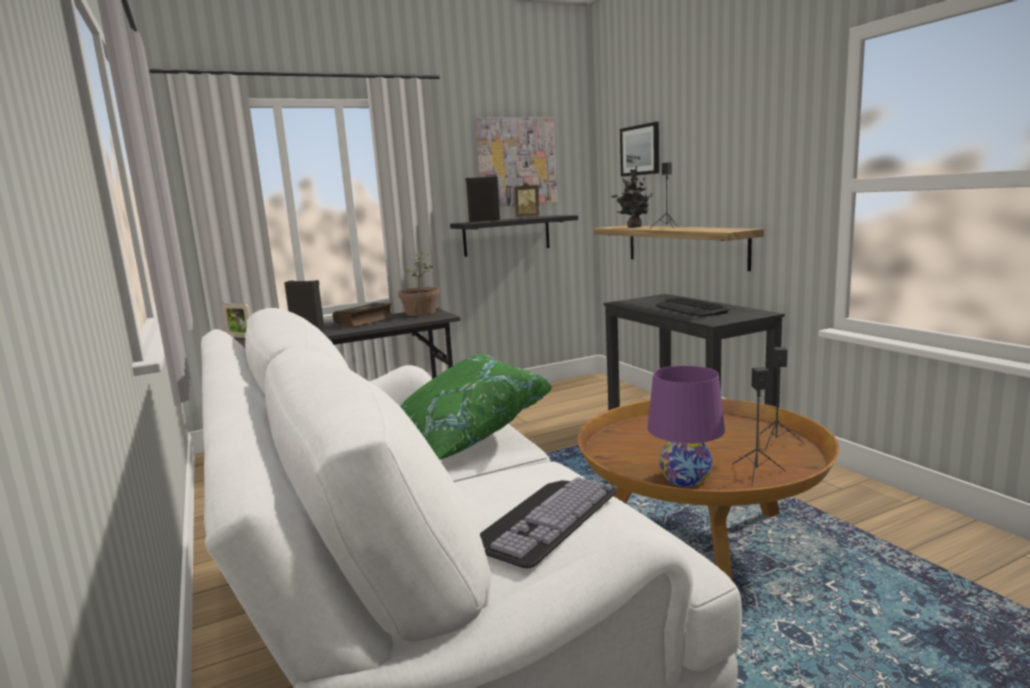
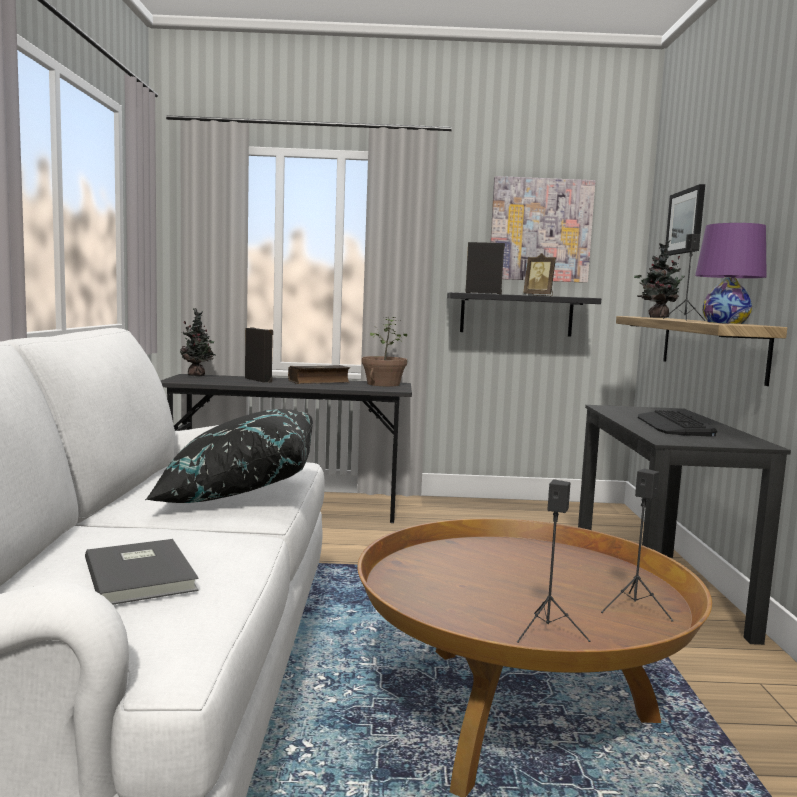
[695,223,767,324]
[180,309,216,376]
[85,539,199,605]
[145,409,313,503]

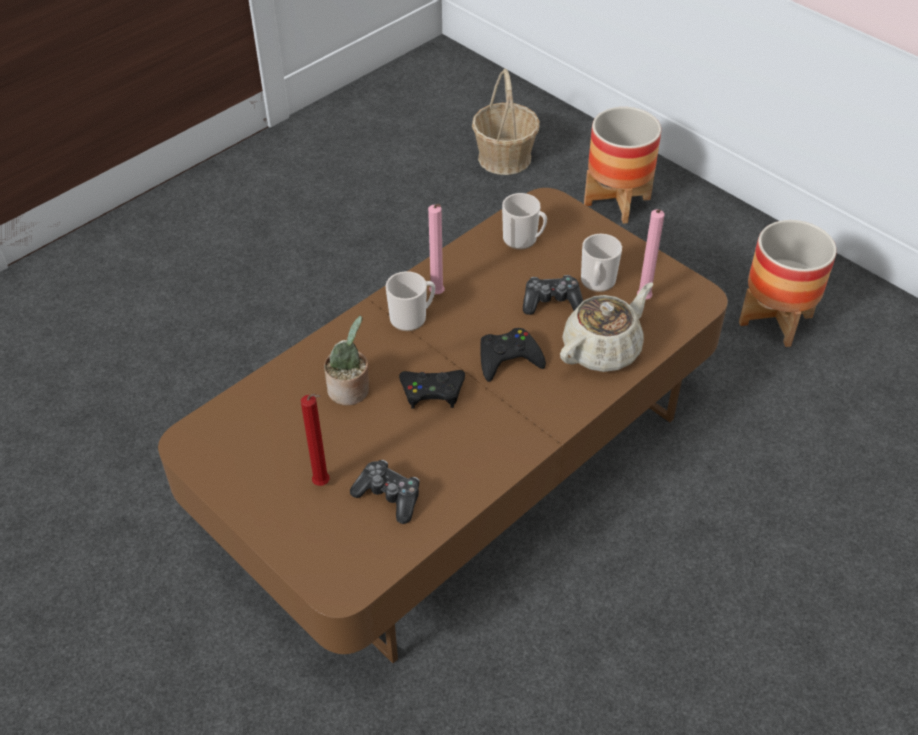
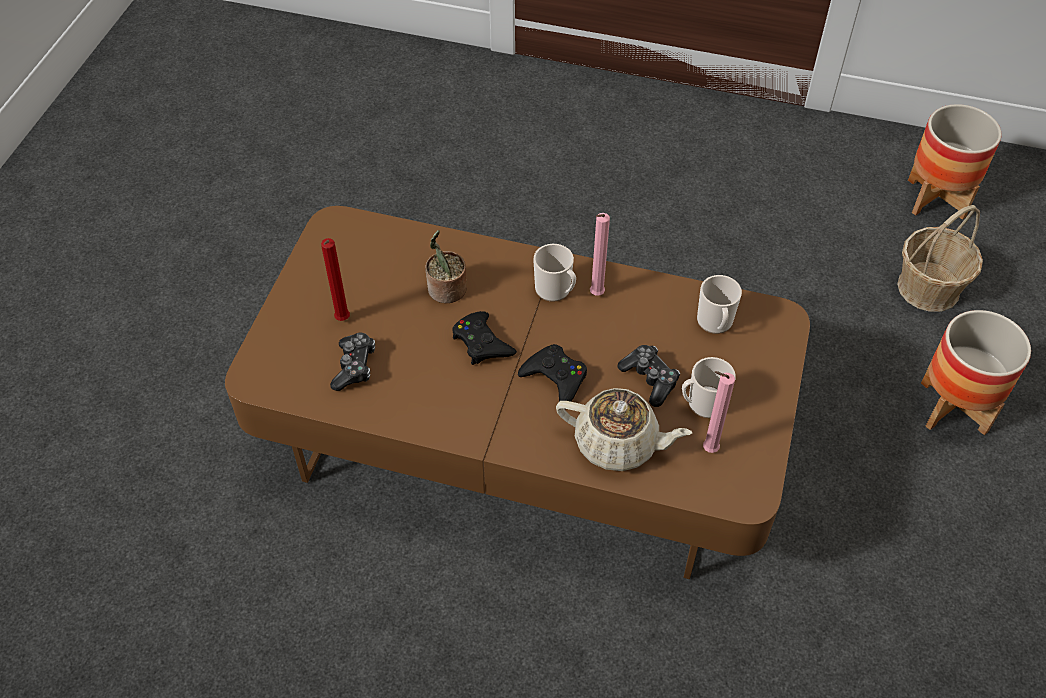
[908,104,1001,220]

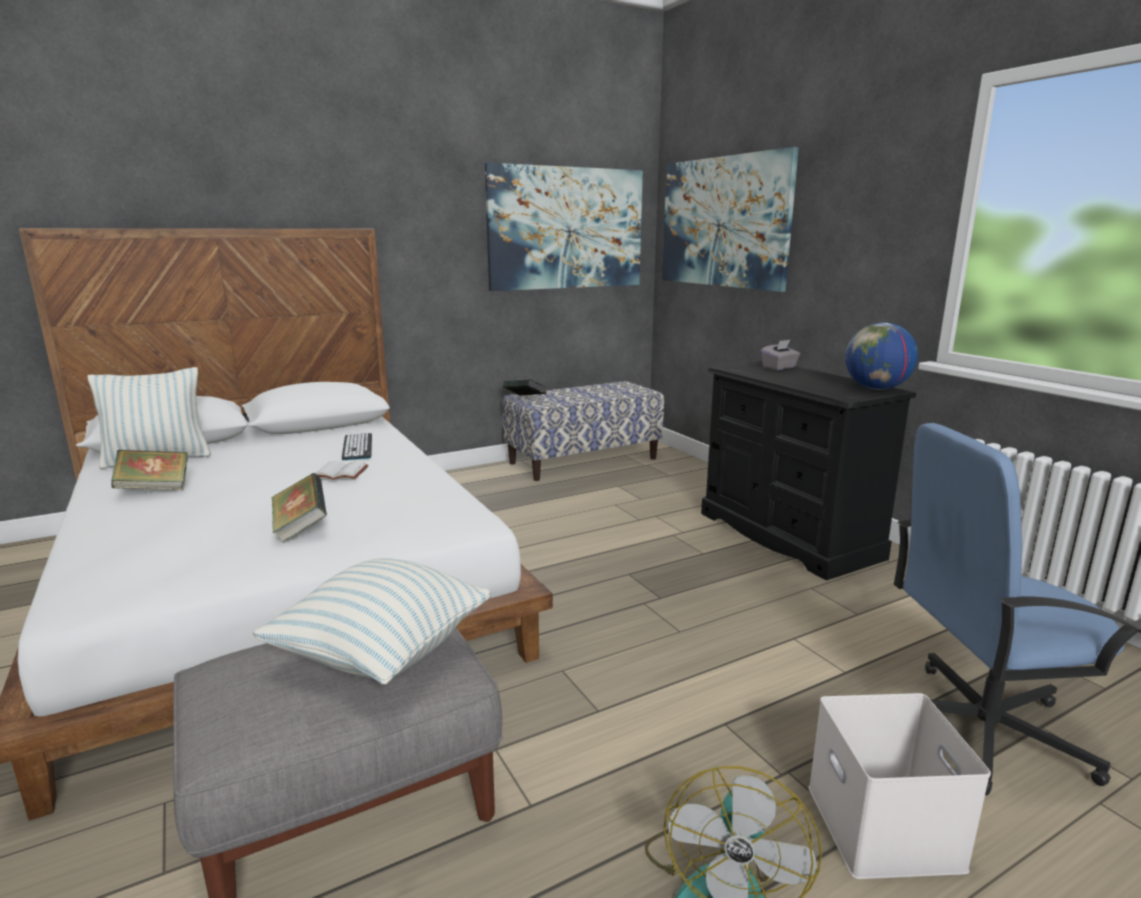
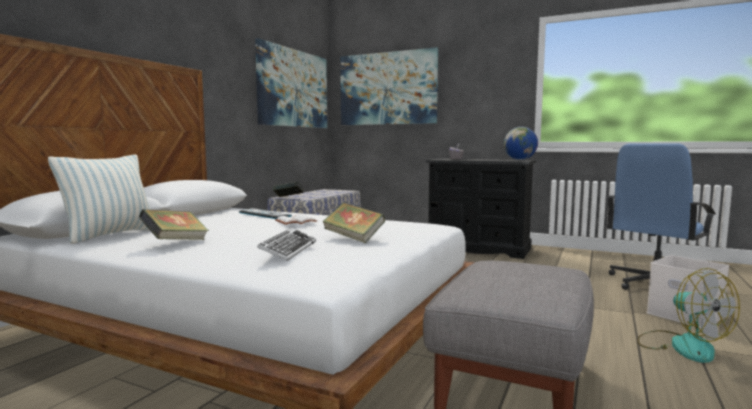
[253,558,491,684] (first image)
[257,228,316,261]

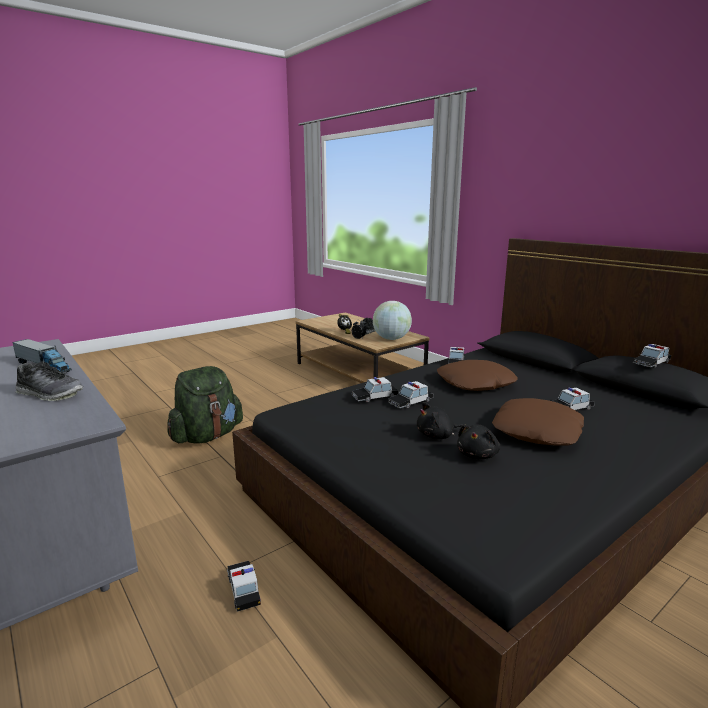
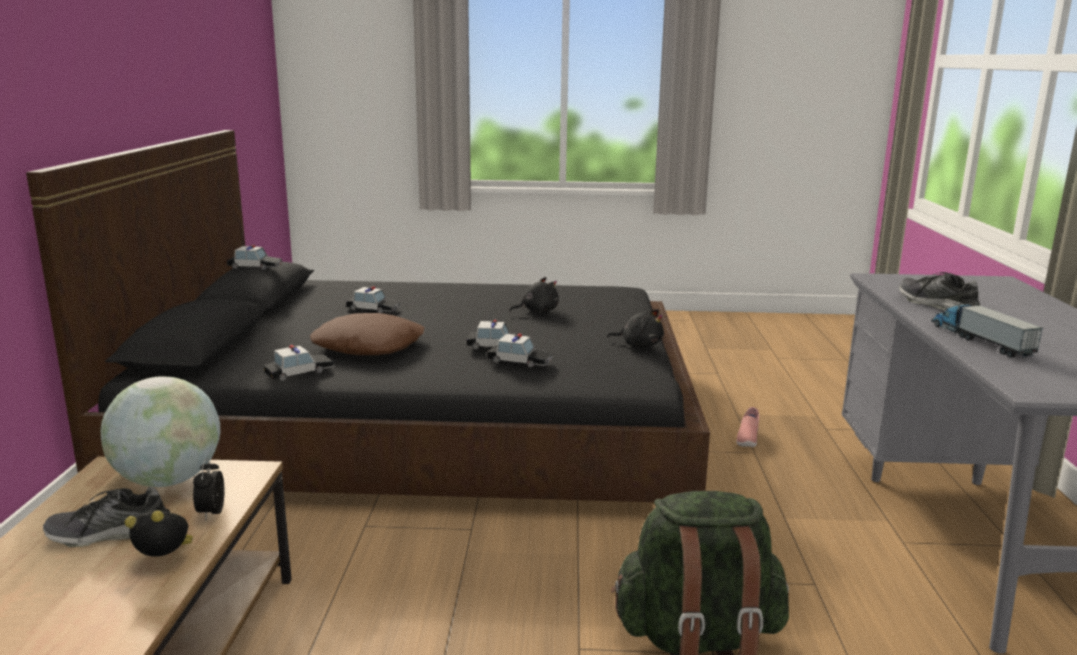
[492,398,584,446] (first image)
[607,309,664,347]
[736,407,759,447]

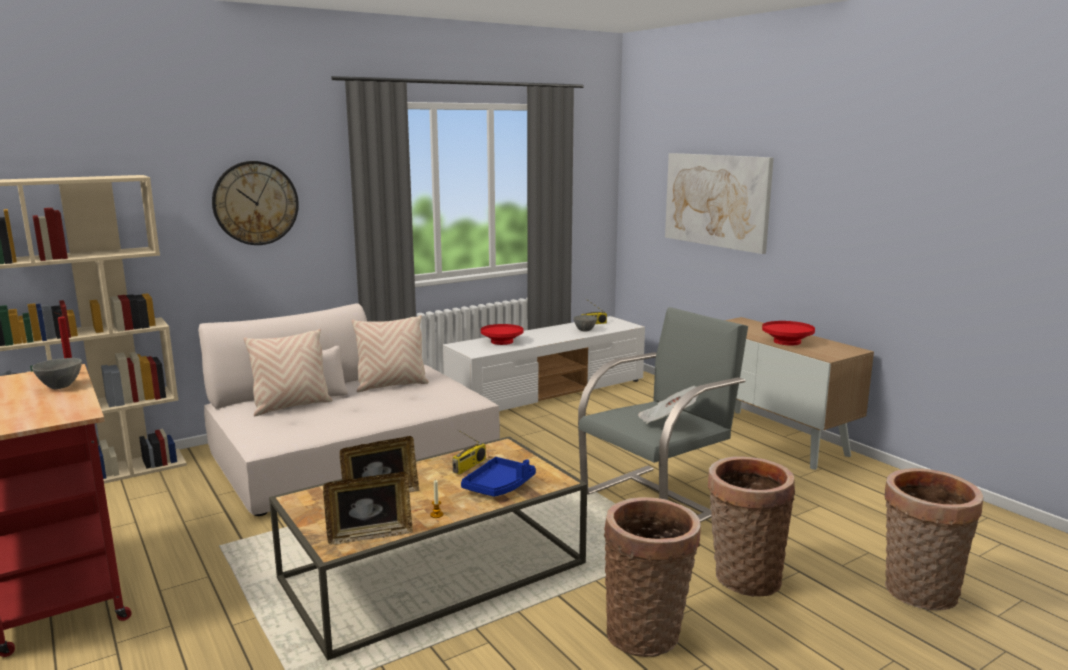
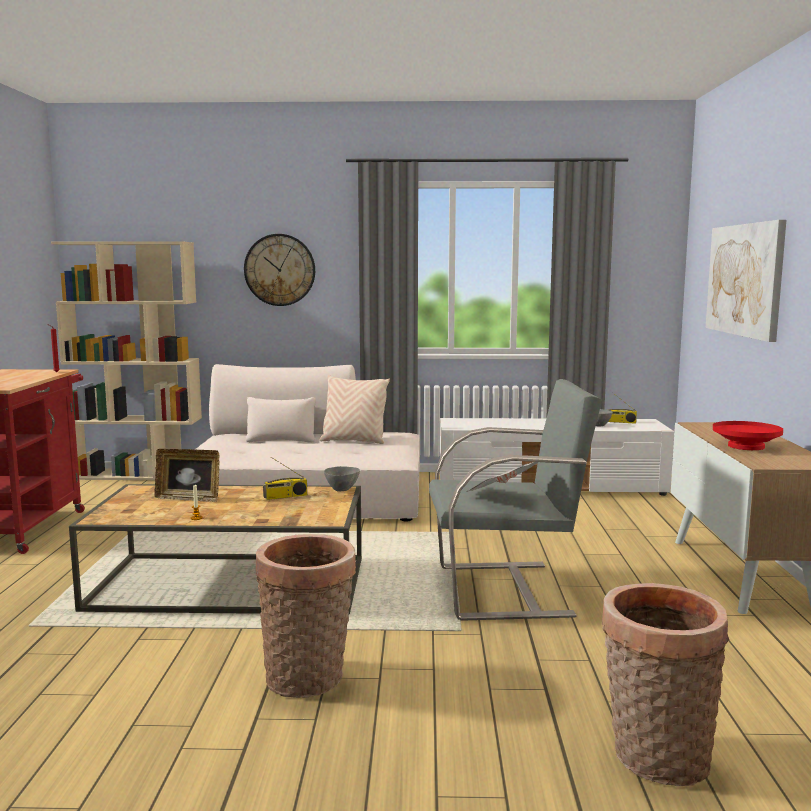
[243,329,332,416] (first image)
[323,472,413,545] (first image)
[461,457,536,497] (first image)
[481,324,523,345] (first image)
[708,456,795,597] (first image)
[324,466,360,491]

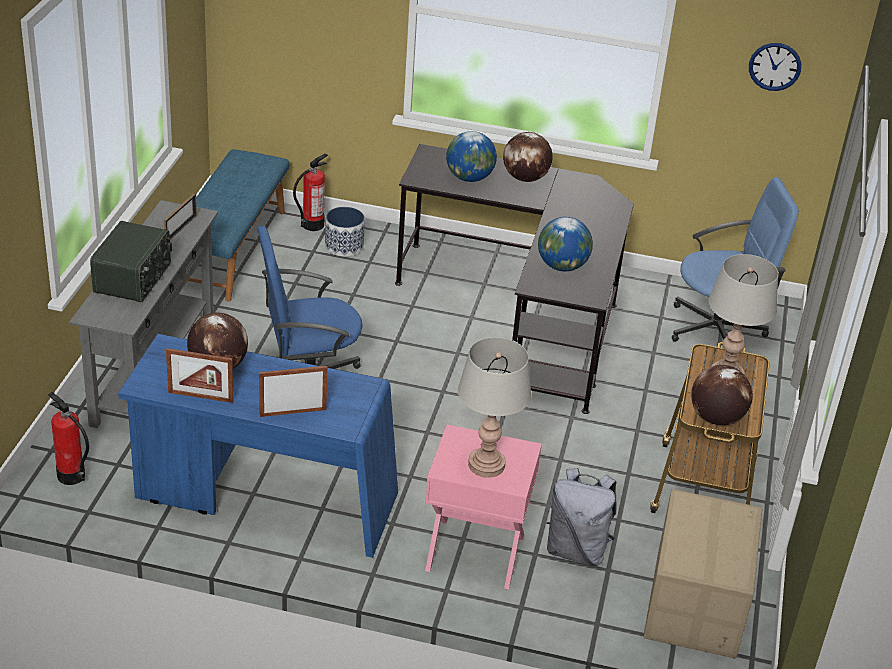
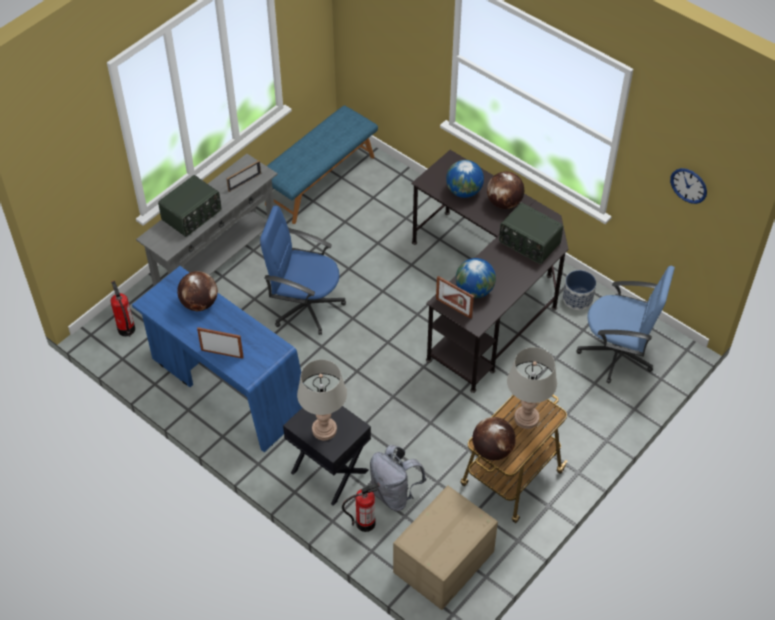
[499,203,563,264]
[436,276,474,319]
[342,483,379,532]
[563,270,596,310]
[283,406,371,505]

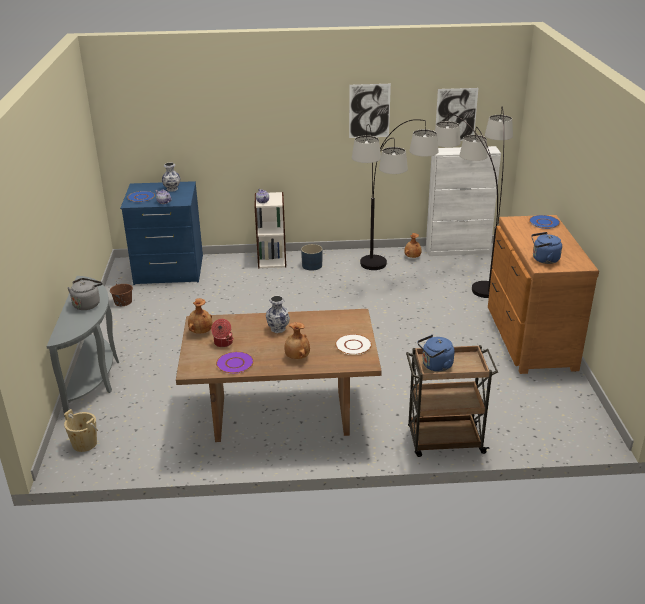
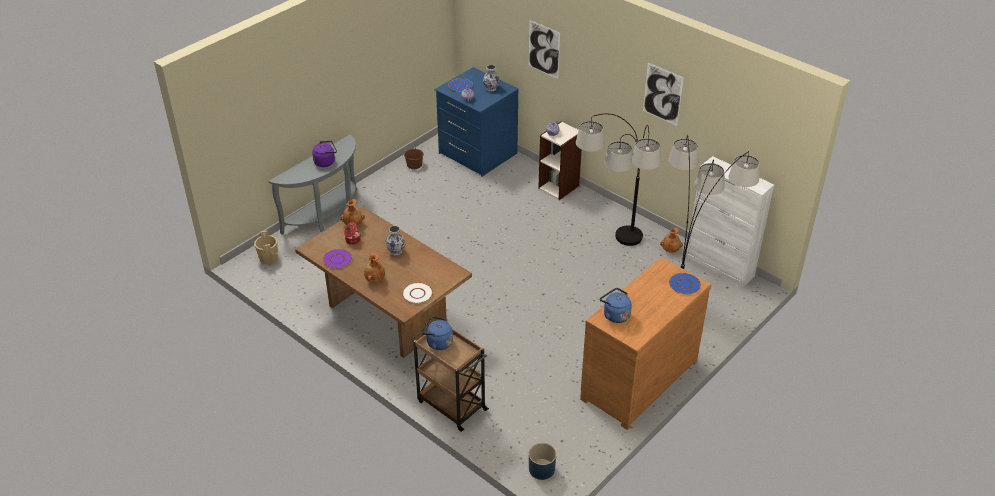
[529,443,556,480]
[529,20,560,79]
[312,141,337,167]

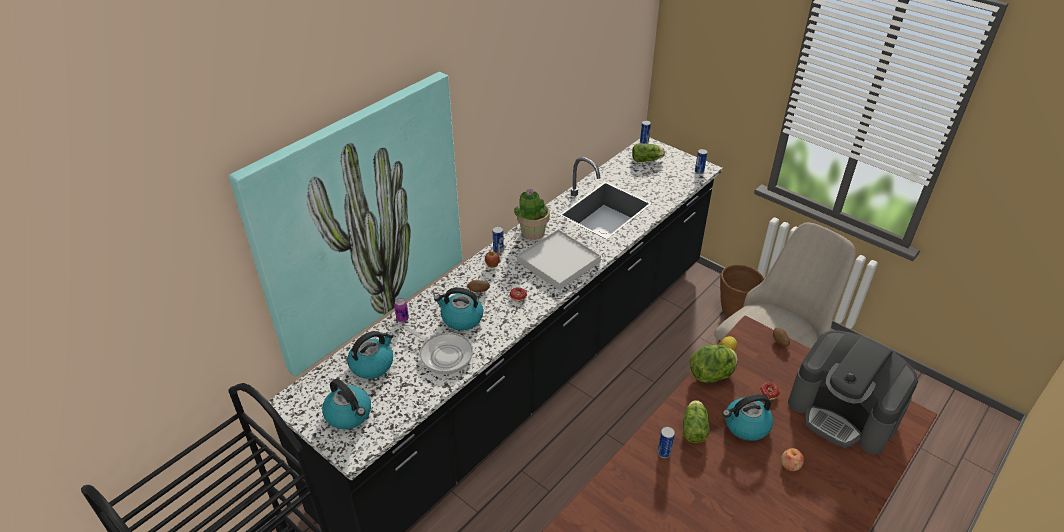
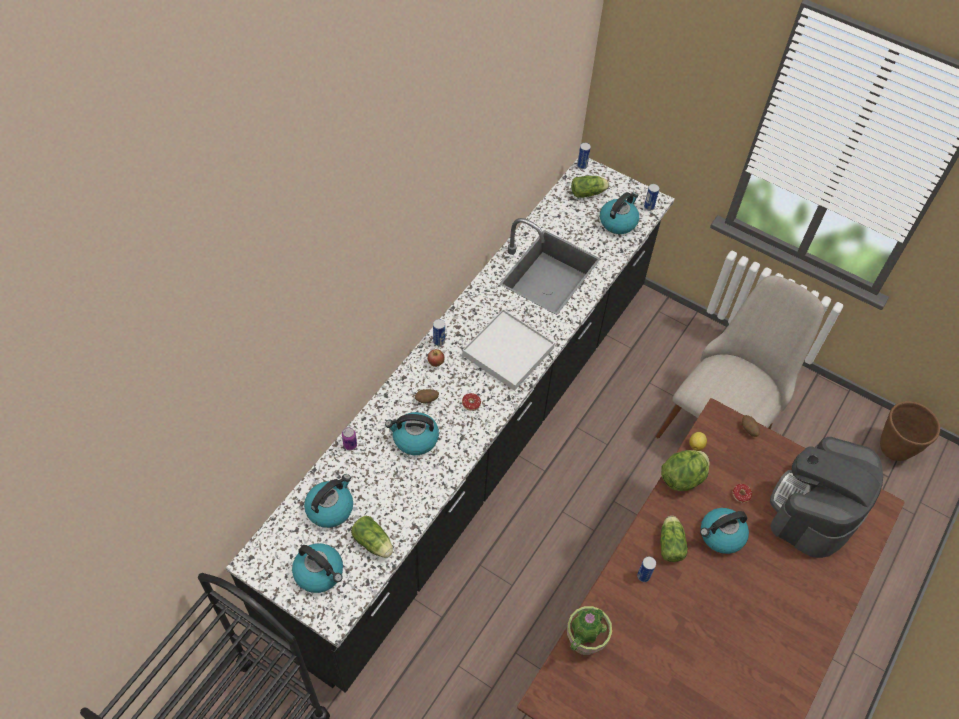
[228,72,462,377] (first image)
[404,326,473,374] (first image)
[781,448,804,471] (first image)
[351,516,393,558]
[600,192,639,234]
[567,606,612,655]
[880,401,940,461]
[770,437,883,558]

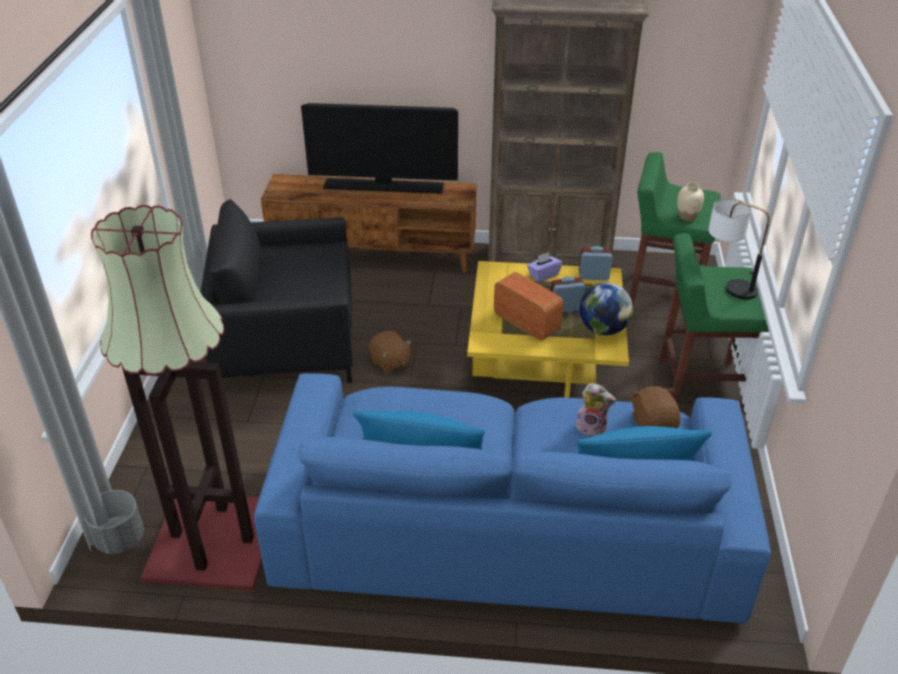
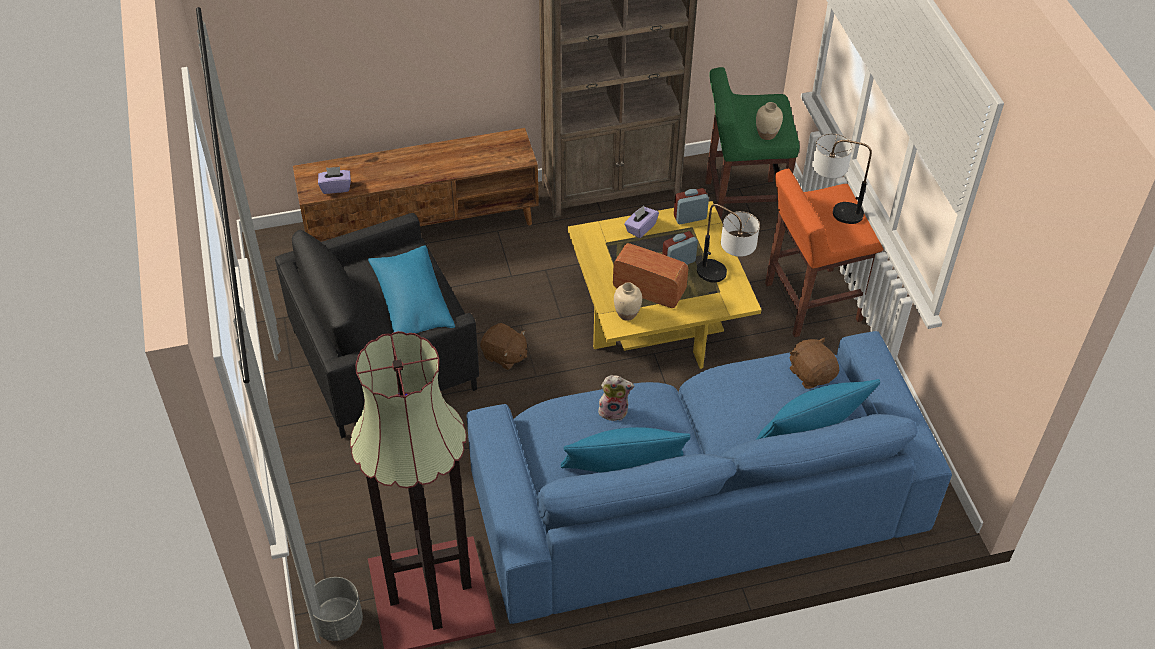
[301,103,458,193] (first image)
[318,167,351,194]
[368,246,455,334]
[614,282,642,321]
[598,375,634,421]
[697,204,760,283]
[765,168,883,337]

